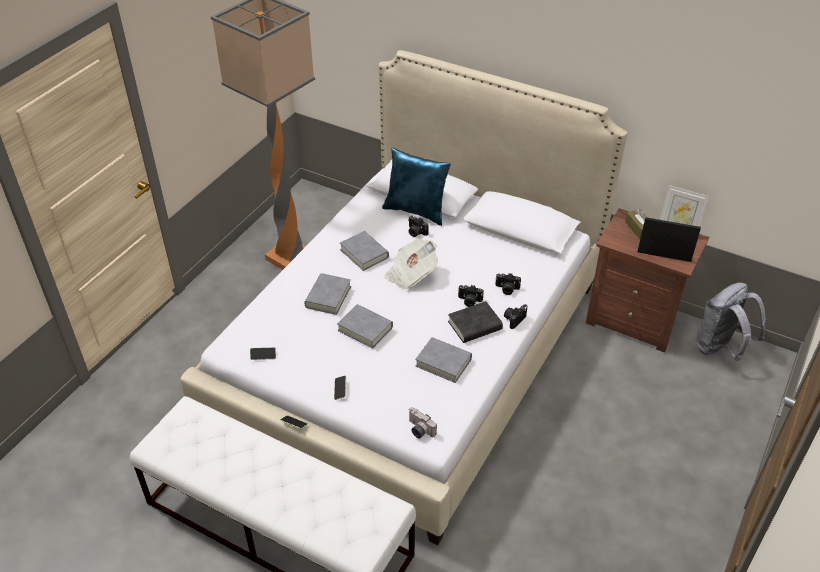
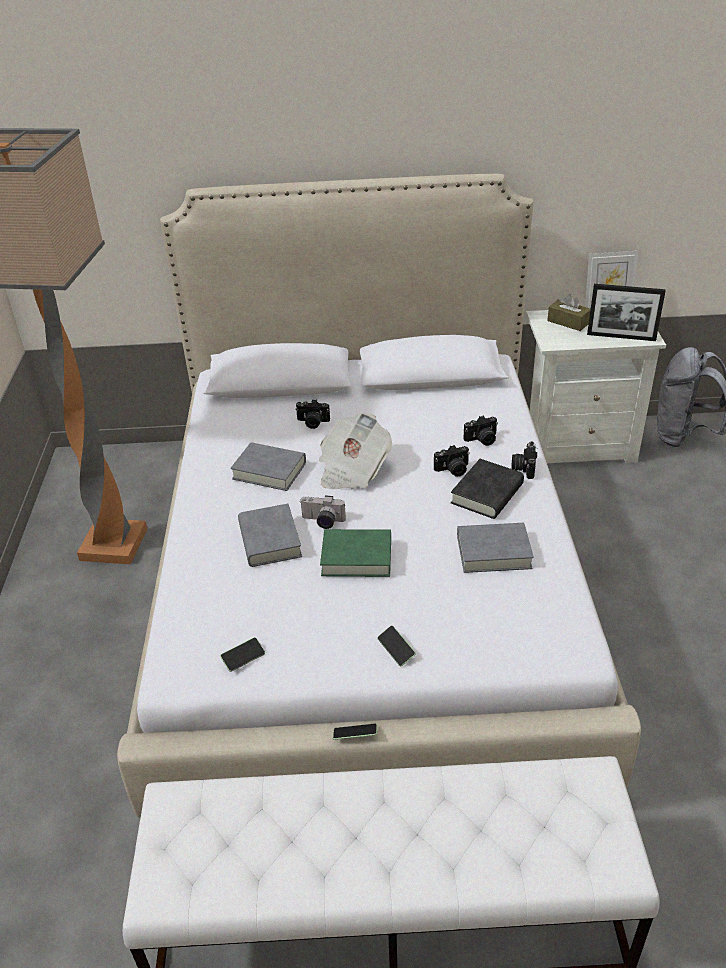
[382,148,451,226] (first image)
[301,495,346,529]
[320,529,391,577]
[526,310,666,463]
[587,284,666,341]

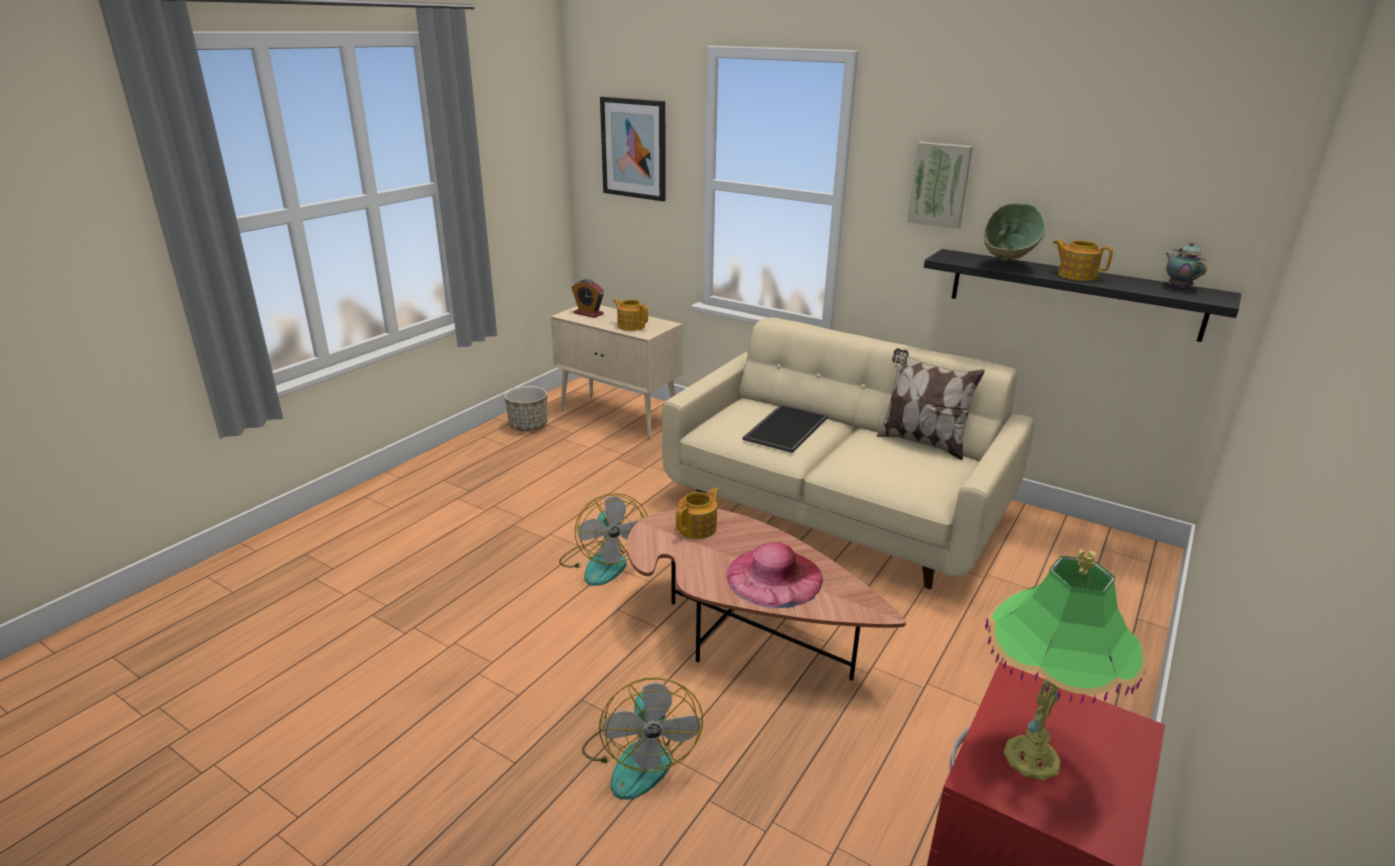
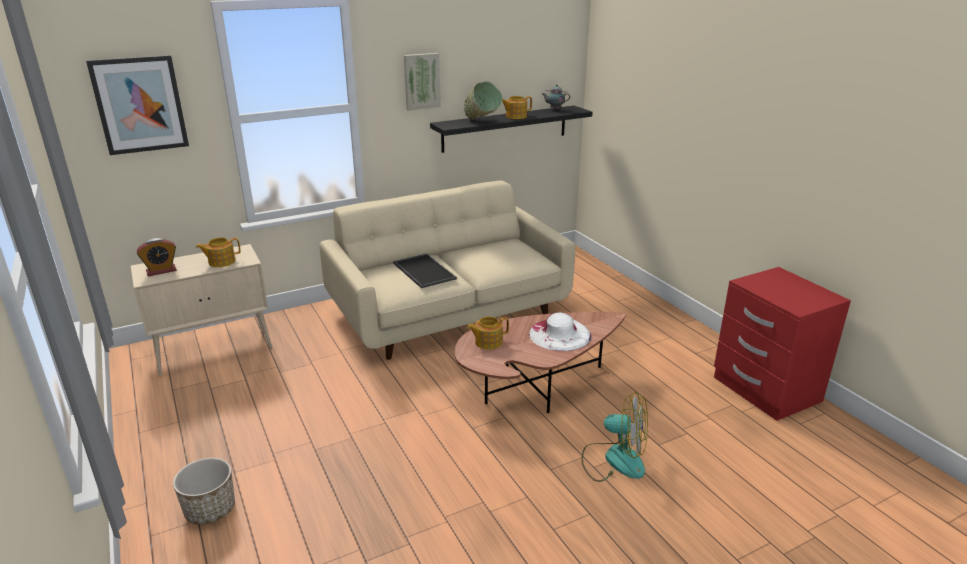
[559,493,648,586] (first image)
[876,348,985,460] (first image)
[985,549,1146,780] (first image)
[173,458,235,525]
[529,312,591,351]
[467,316,509,350]

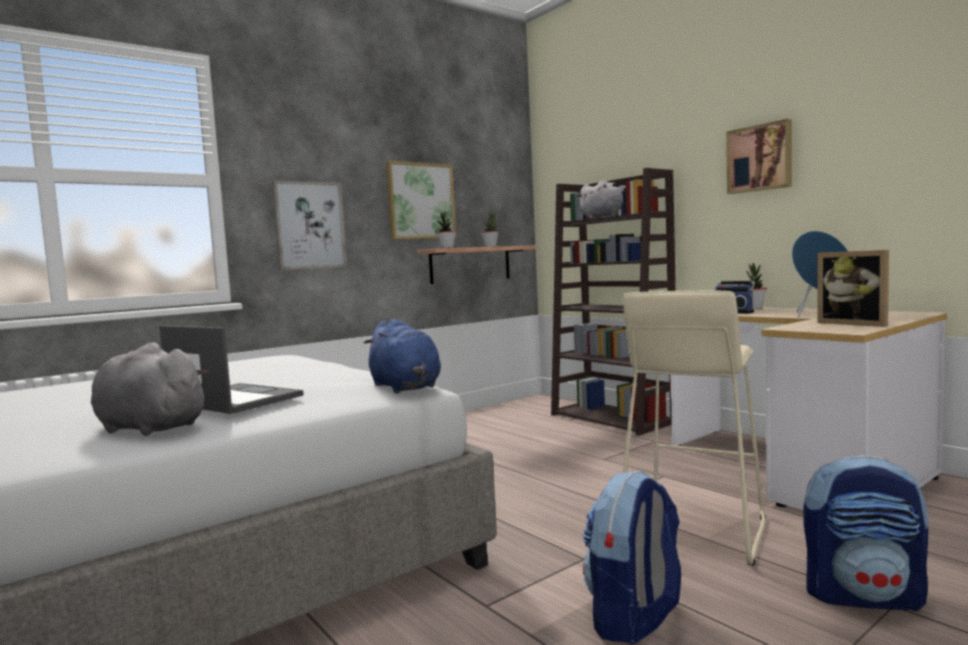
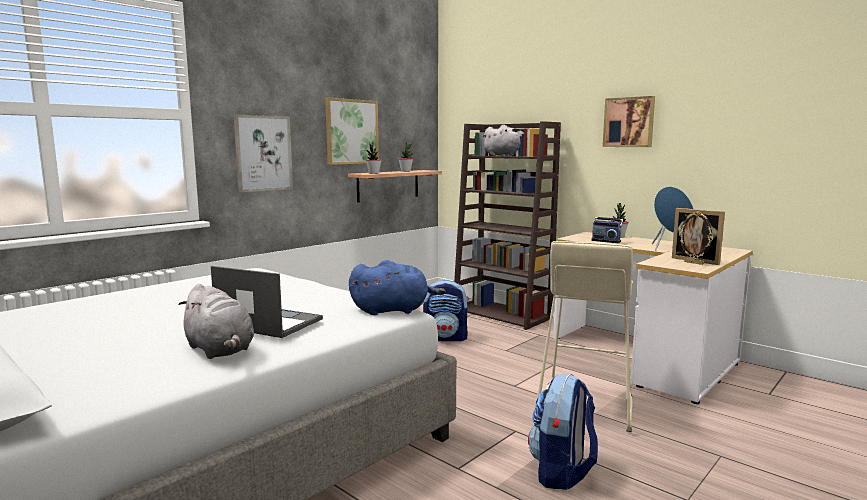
[679,211,713,265]
[423,280,469,341]
[178,284,254,359]
[349,260,446,315]

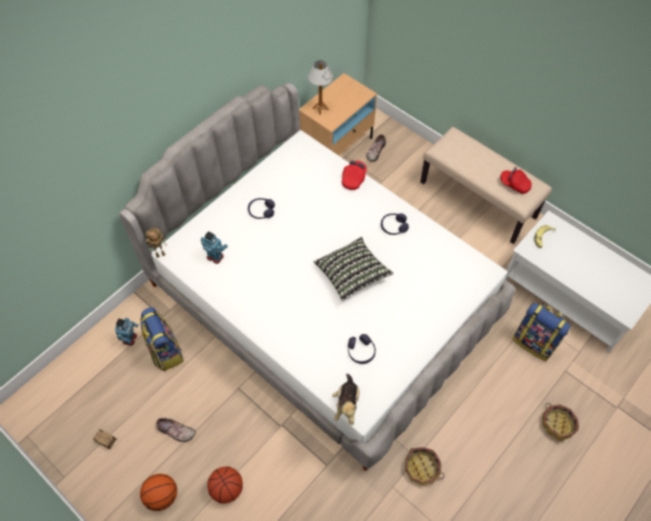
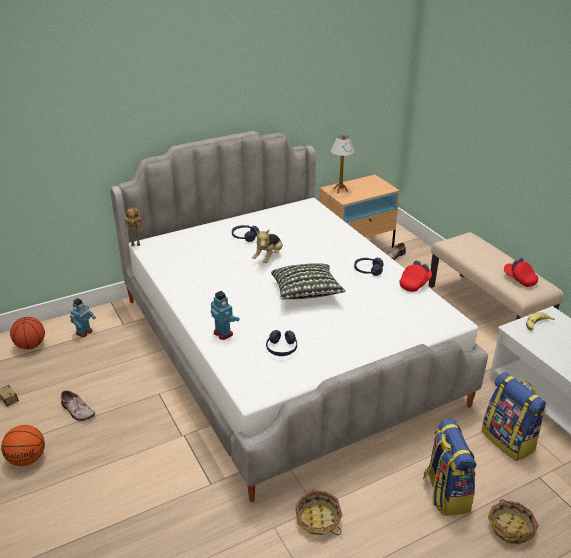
[423,419,476,516]
[211,291,240,340]
[10,317,45,349]
[252,230,283,263]
[400,260,432,292]

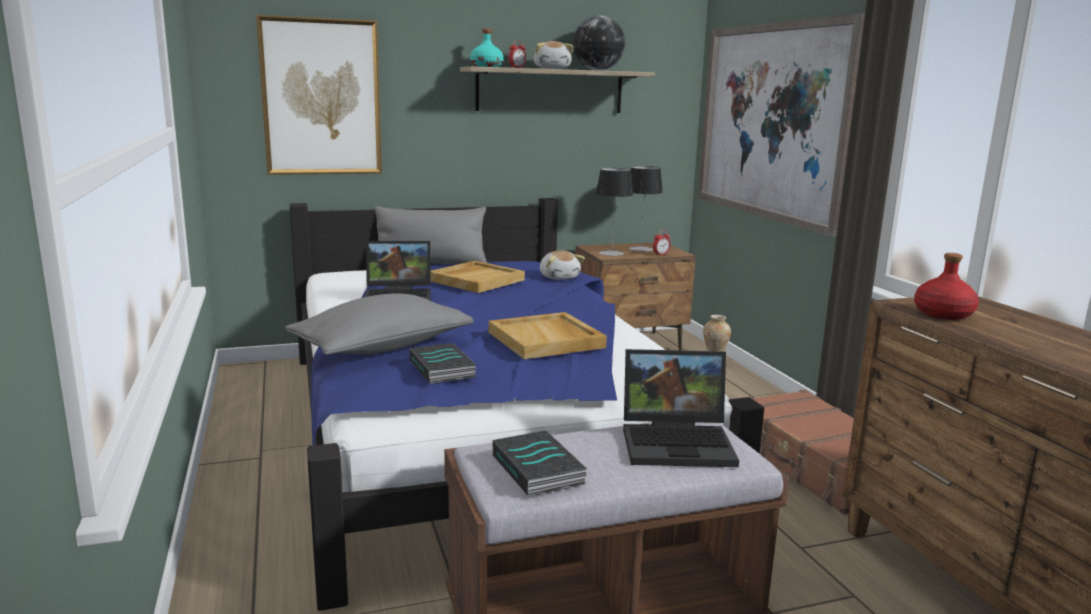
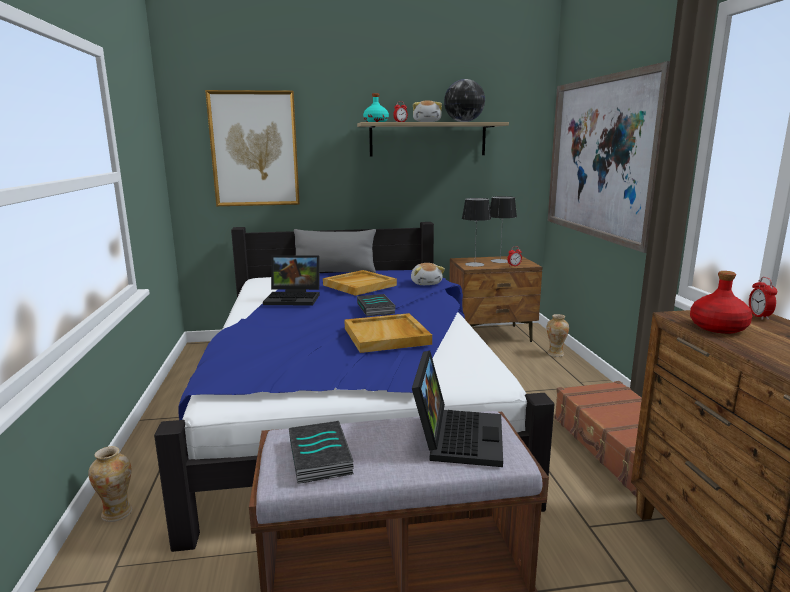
[285,294,473,355] (first image)
[88,446,132,522]
[749,277,777,320]
[357,294,395,316]
[412,351,503,467]

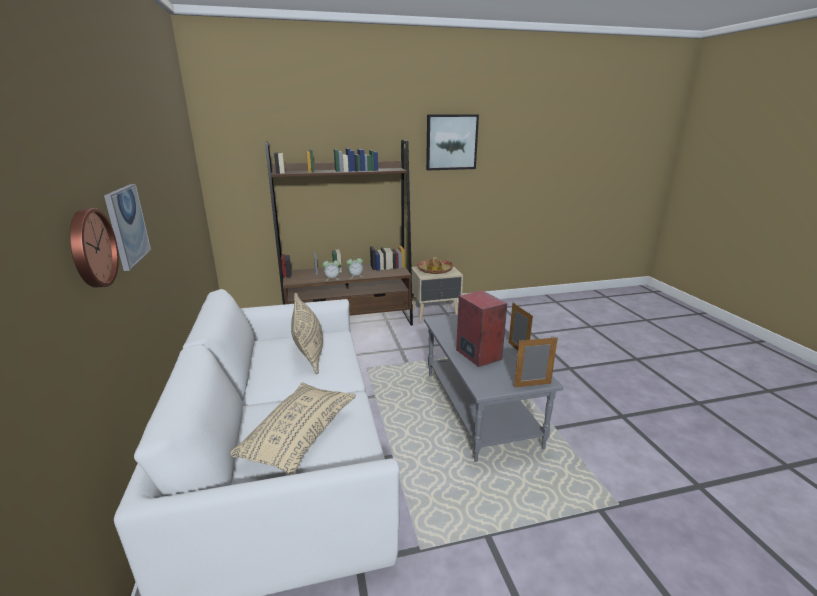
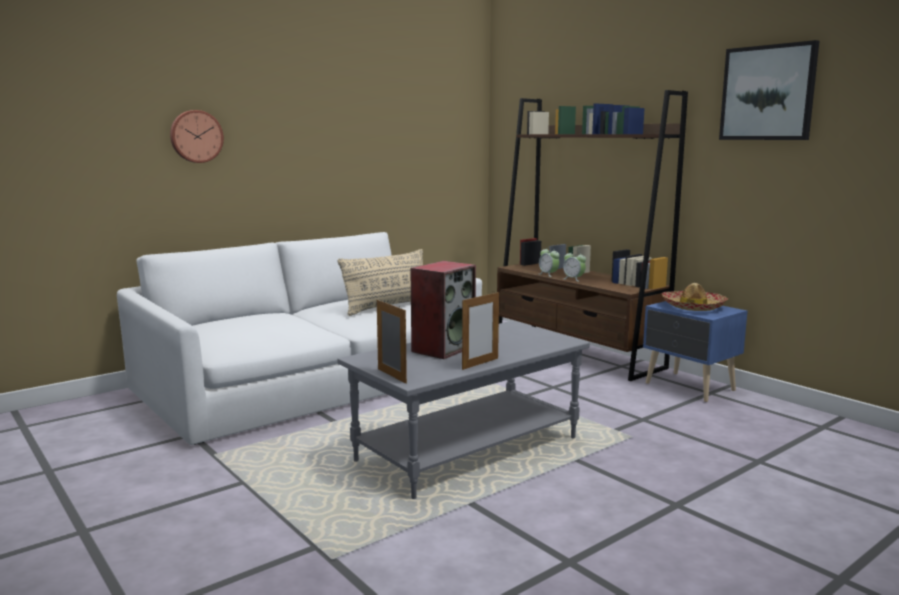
[104,184,151,271] (first image)
[231,382,356,475] (first image)
[643,301,748,402]

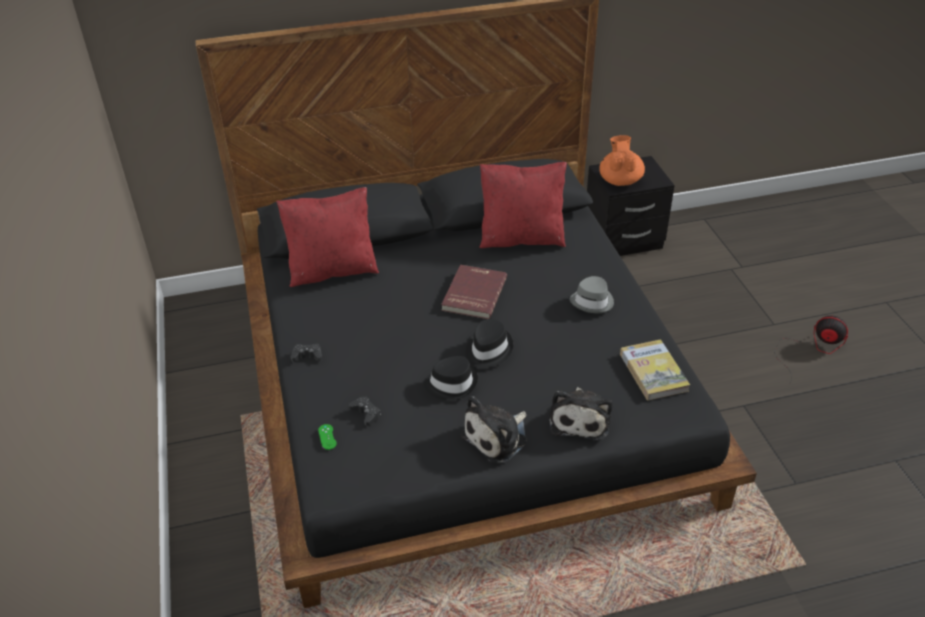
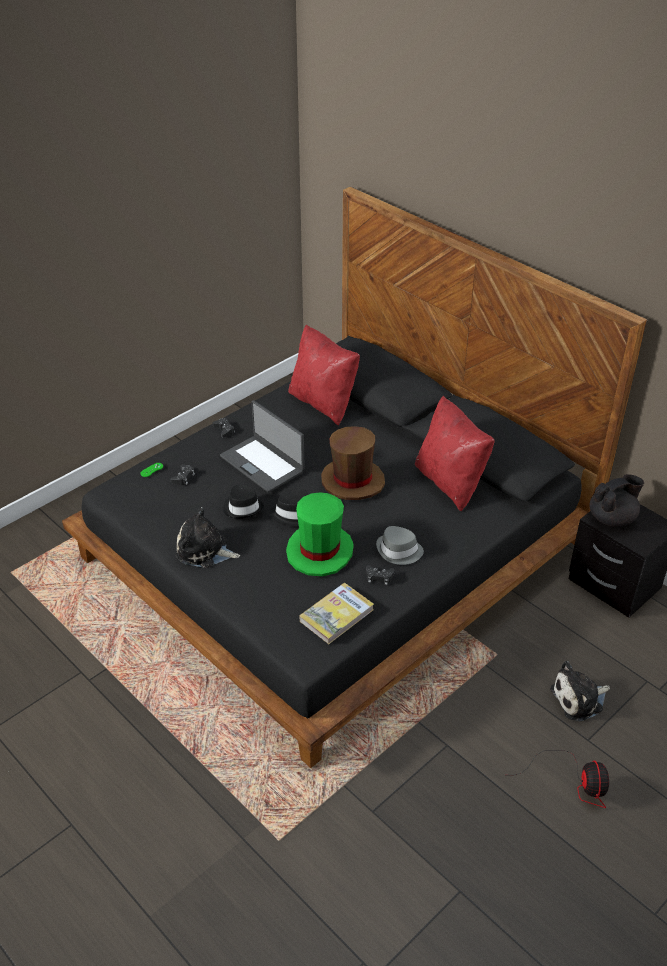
[220,400,305,493]
[286,492,354,576]
[366,565,395,585]
[550,661,610,721]
[321,426,385,500]
[589,474,644,527]

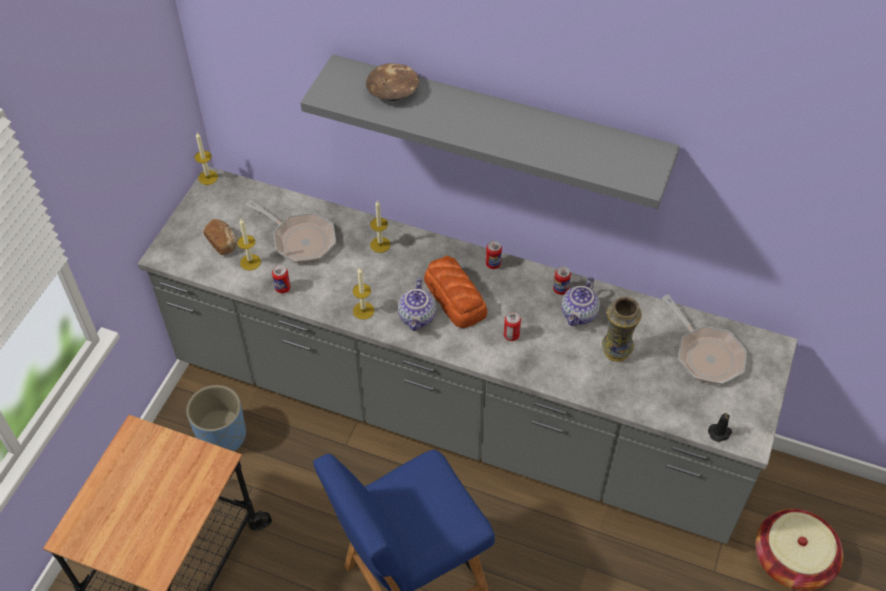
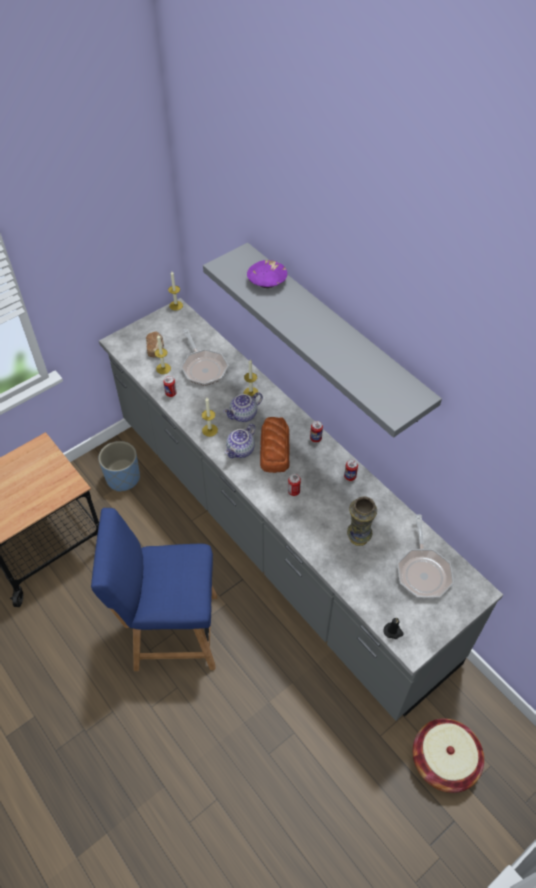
[223,392,263,422]
[247,260,287,288]

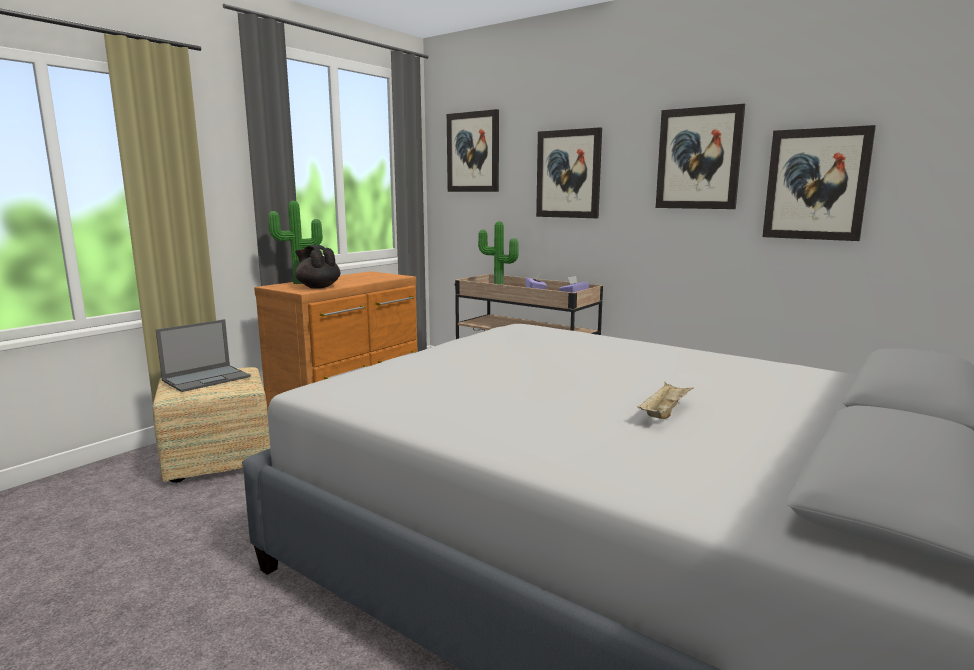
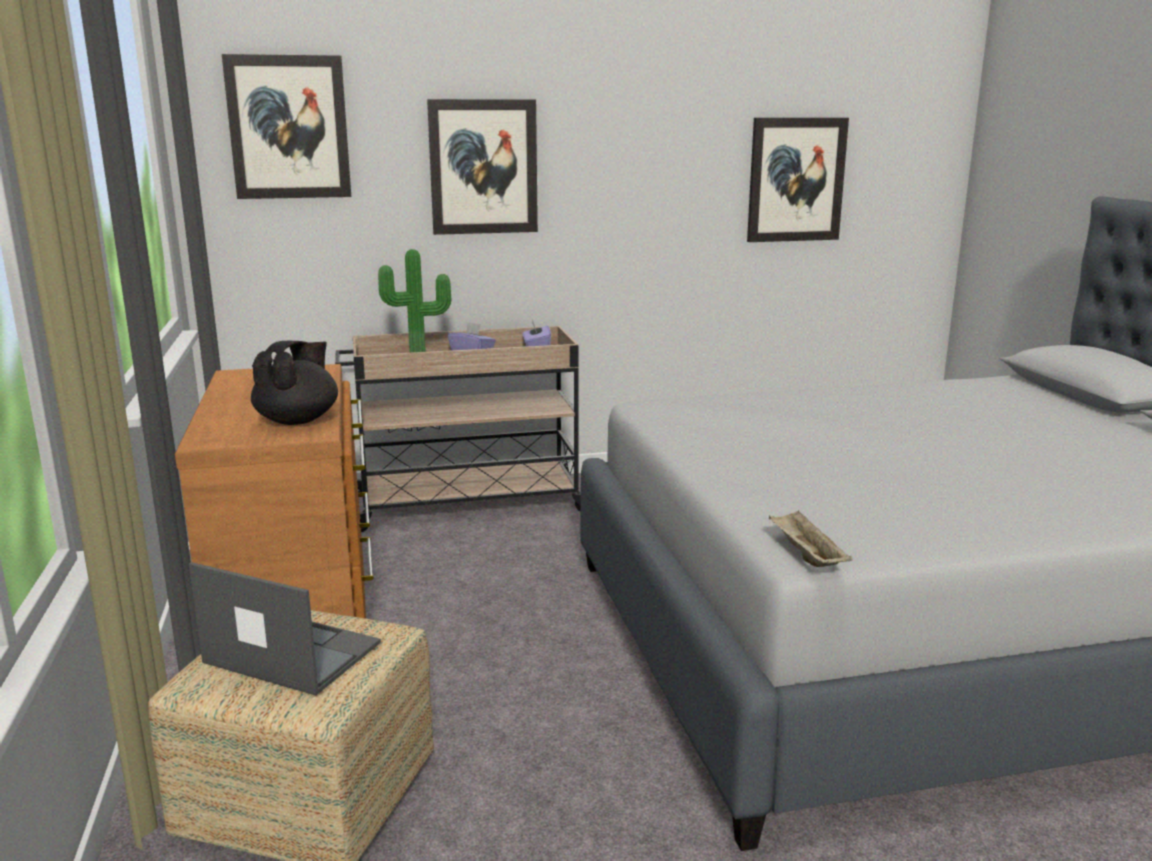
[268,201,323,284] (first image)
[656,104,745,209] (first image)
[769,510,853,567]
[189,562,381,695]
[251,341,338,425]

